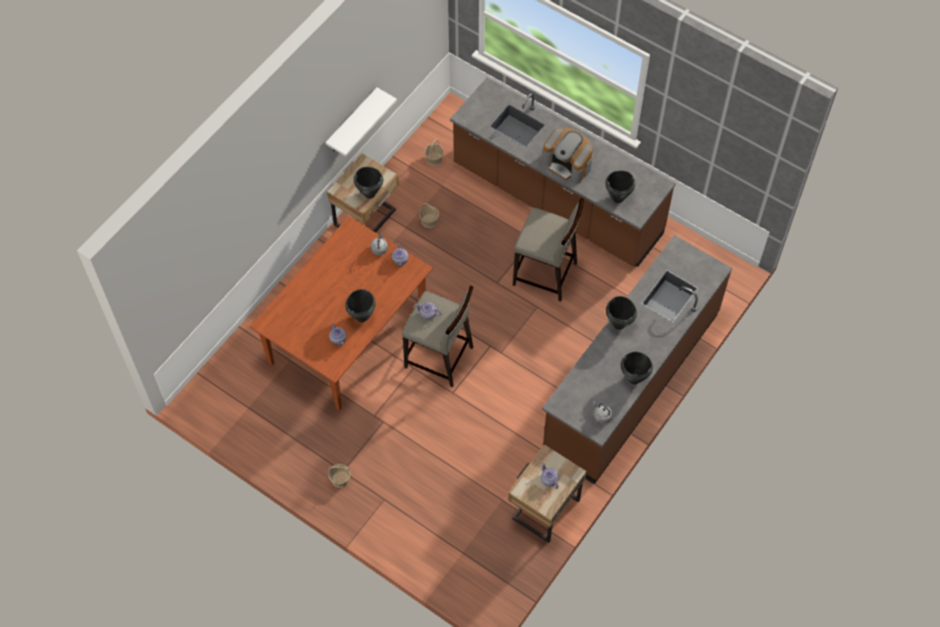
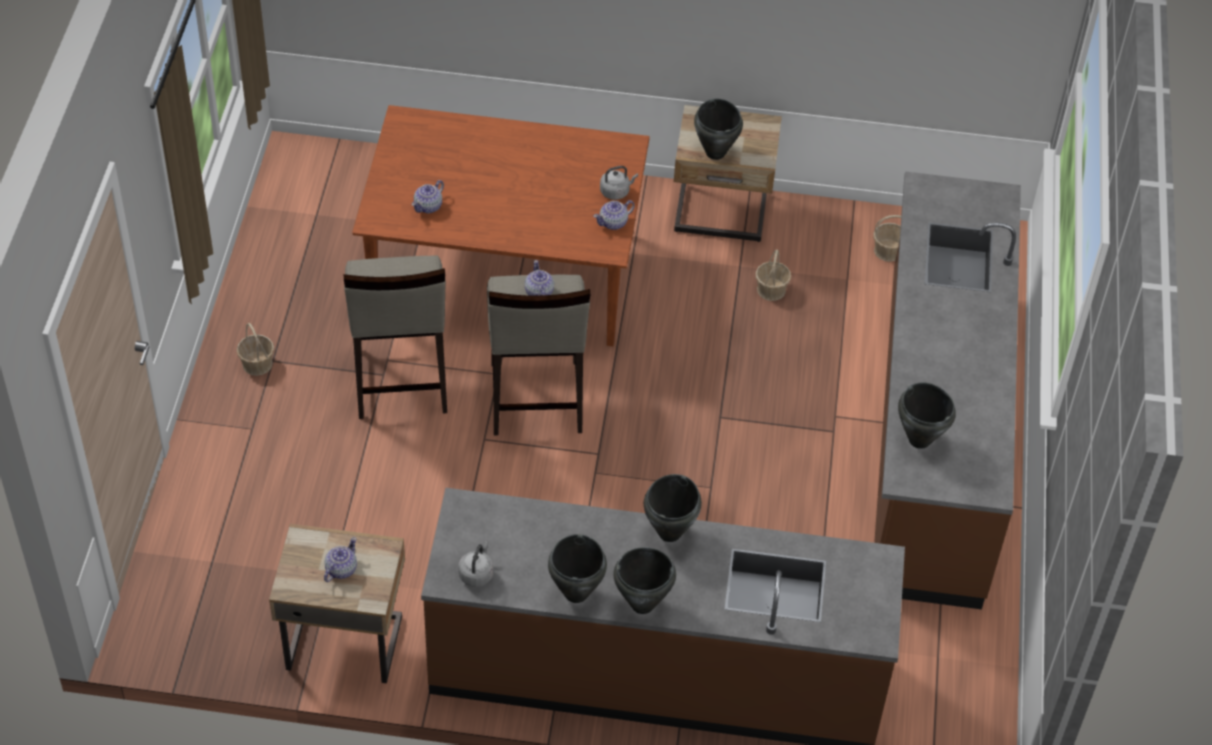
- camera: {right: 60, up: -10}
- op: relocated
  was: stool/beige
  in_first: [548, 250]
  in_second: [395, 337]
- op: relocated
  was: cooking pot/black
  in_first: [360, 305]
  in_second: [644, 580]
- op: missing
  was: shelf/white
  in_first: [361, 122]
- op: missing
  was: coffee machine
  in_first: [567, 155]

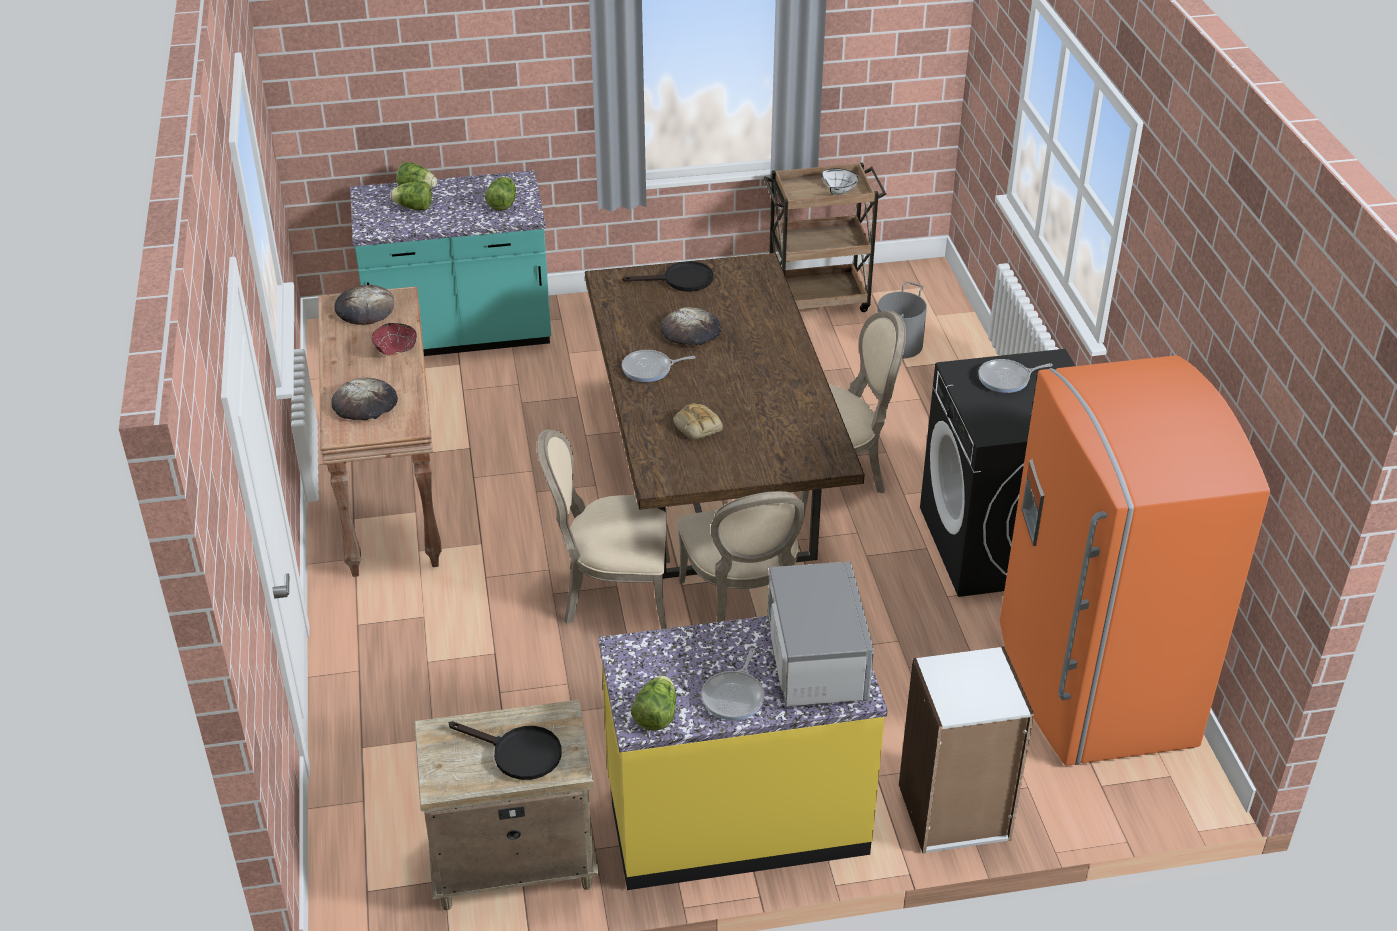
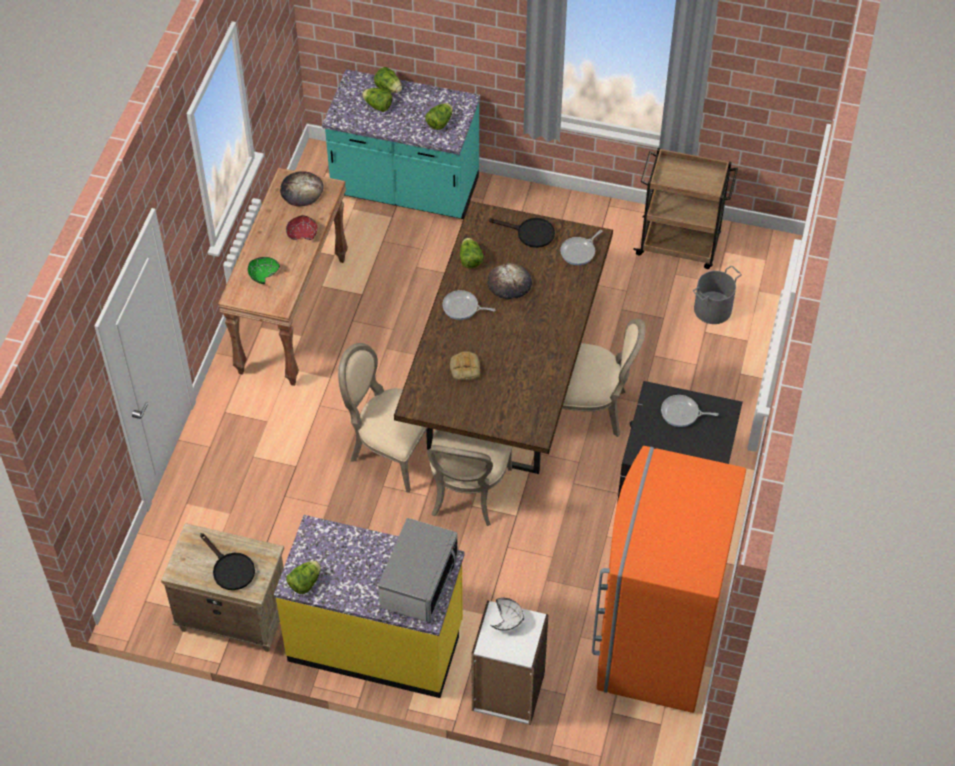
- camera: {right: 25, up: 15}
- op: exchanged
  was: bread
  now: bowl/green
  in_first: [364, 399]
  in_second: [264, 270]
- op: appeared
  now: lettuce
  in_second: [472, 253]
- op: relocated
  was: bowl/white
  in_first: [840, 181]
  in_second: [507, 614]
- op: relocated
  was: frying pan
  in_first: [732, 685]
  in_second: [581, 247]

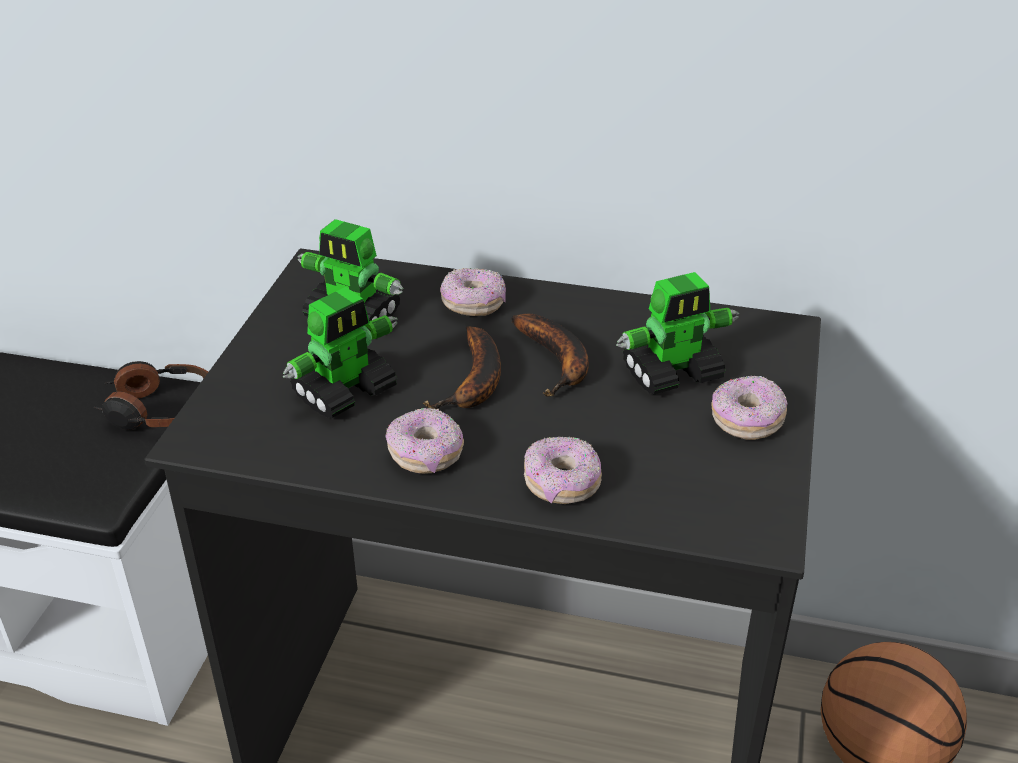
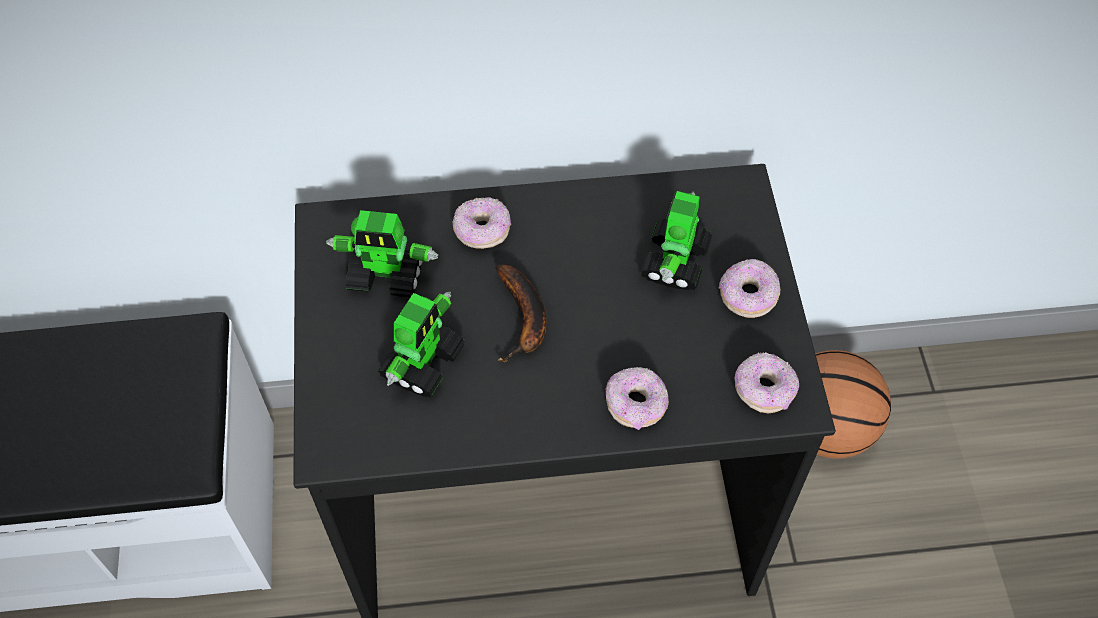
- camera: {right: -20, up: 20}
- op: spun
  was: toy robot
  in_first: [677, 333]
  in_second: [676, 240]
  clockwise: 150
- op: relocated
  was: donut
  in_first: [424, 441]
  in_second: [766, 382]
- op: missing
  was: headphones
  in_first: [151, 395]
- op: missing
  was: banana
  in_first: [550, 355]

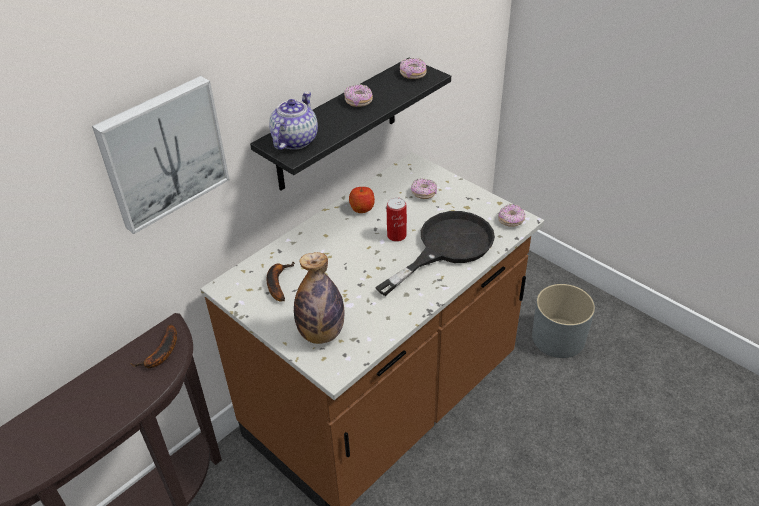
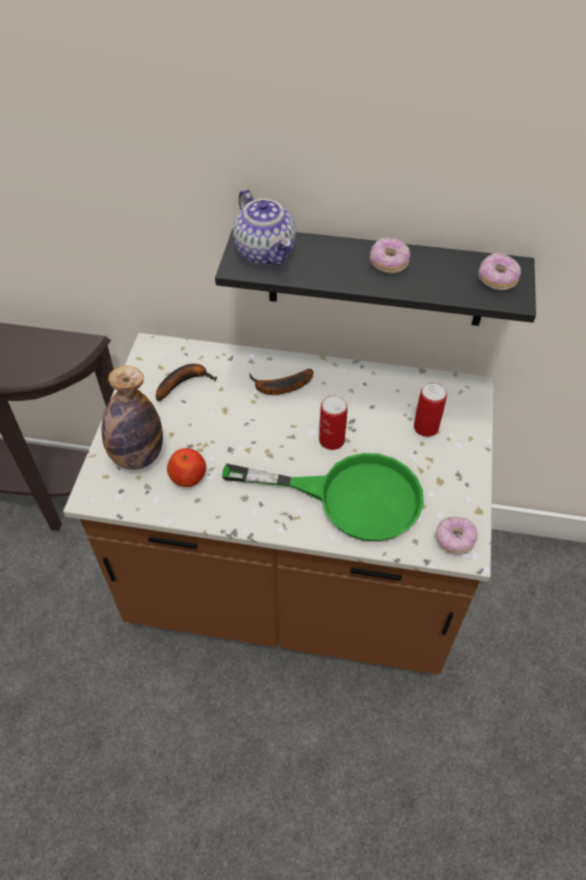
- camera: {right: 55, up: 10}
- op: relocated
  was: apple
  in_first: [362, 200]
  in_second: [186, 467]
- op: colour
  was: frying pan/black
  now: frying pan/green
  in_first: [435, 253]
  in_second: [323, 497]
- op: spun
  was: teapot
  in_first: [293, 120]
  in_second: [264, 227]
  clockwise: 75
- op: relocated
  was: banana
  in_first: [153, 346]
  in_second: [281, 382]
- op: exchanged
  was: donut
  now: can
  in_first: [424, 188]
  in_second: [430, 409]
- op: missing
  was: picture
  in_first: [161, 155]
- op: missing
  was: planter/grey
  in_first: [563, 321]

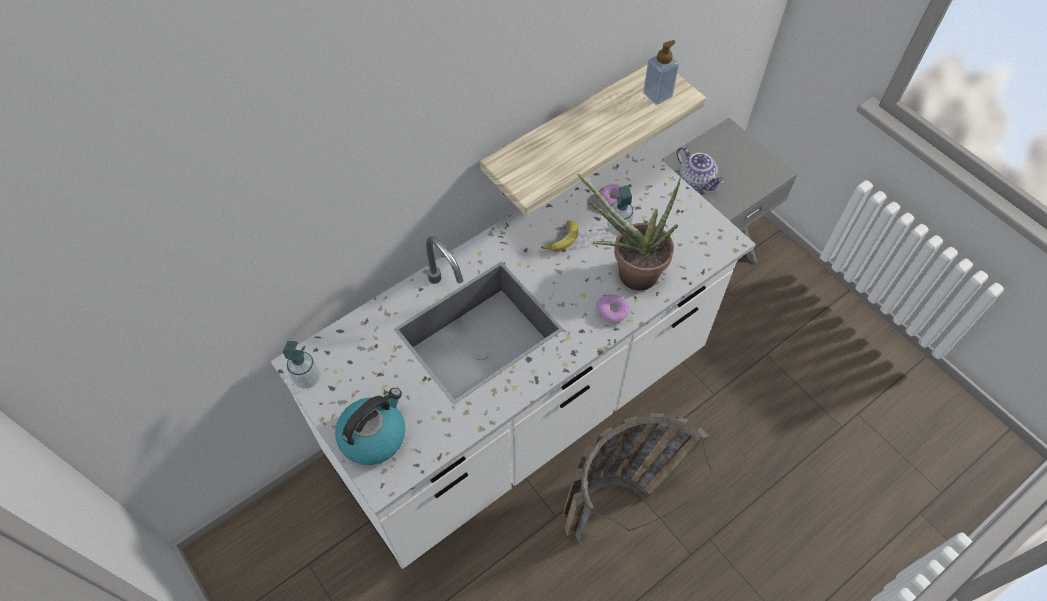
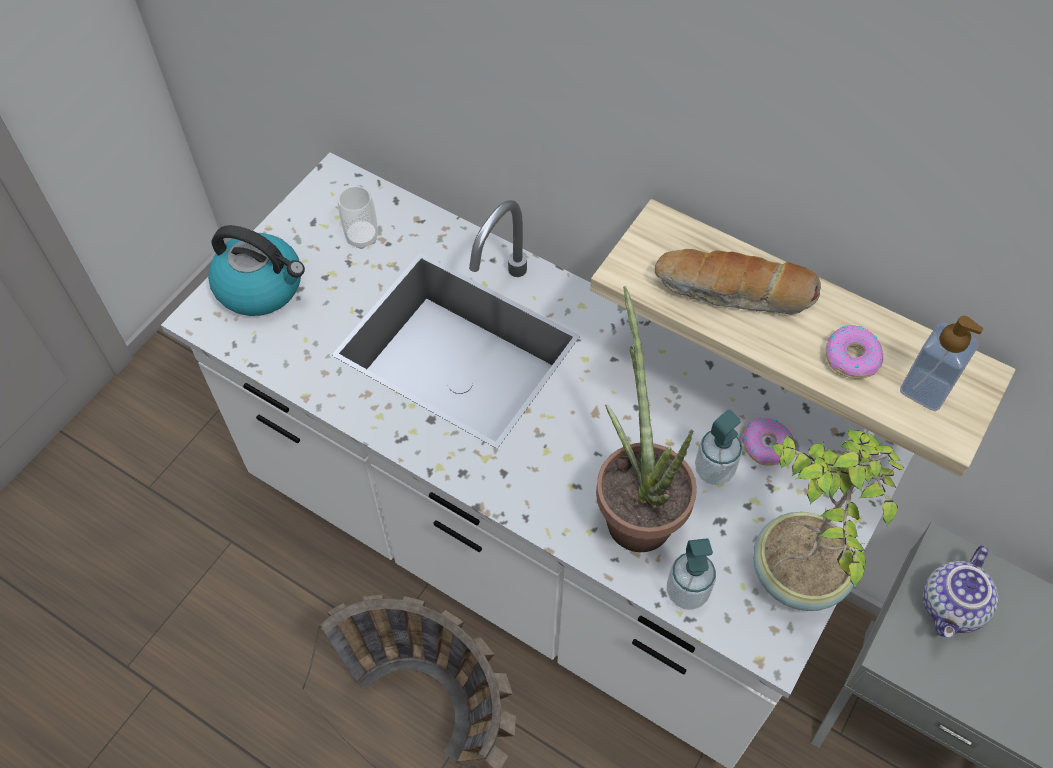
- camera: {right: 70, up: 0}
- op: appeared
  now: cup
  in_second: [357, 217]
- op: appeared
  now: bread
  in_second: [738, 281]
- op: relocated
  was: soap dispenser
  in_first: [301, 365]
  in_second: [691, 574]
- op: appeared
  now: potted plant
  in_second: [828, 520]
- op: relocated
  was: donut
  in_first: [613, 309]
  in_second: [854, 351]
- op: missing
  was: banana
  in_first: [559, 235]

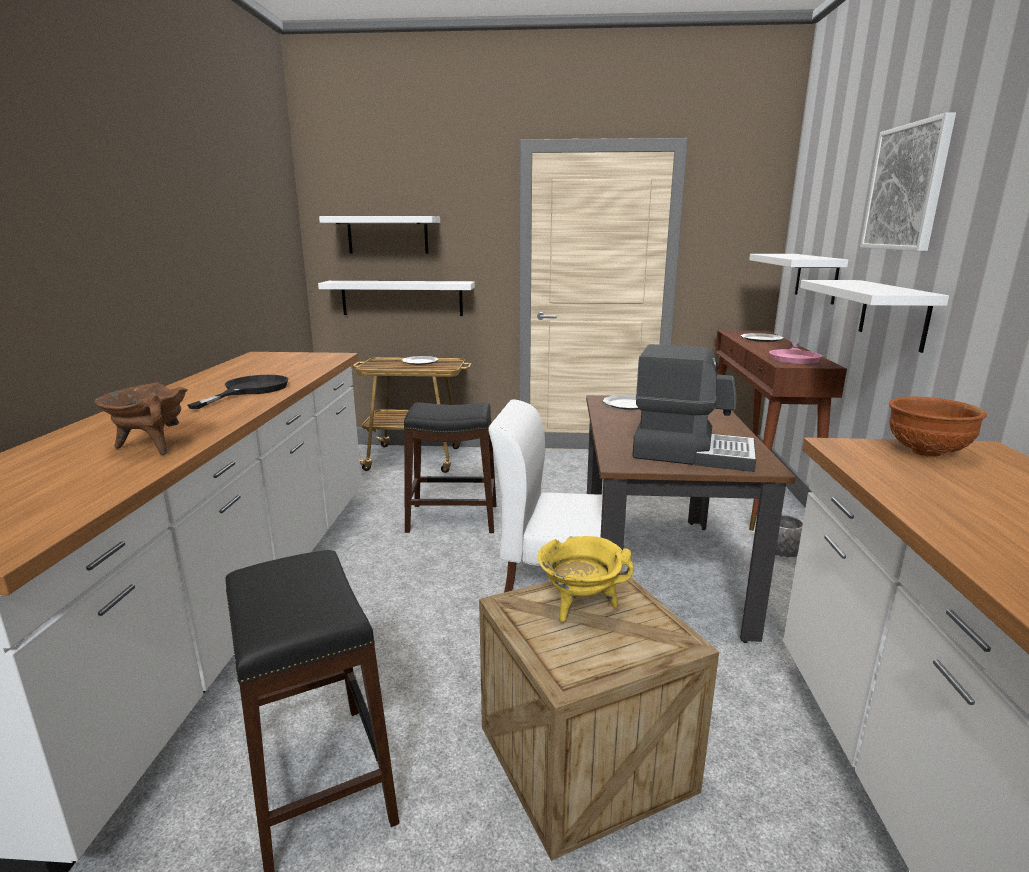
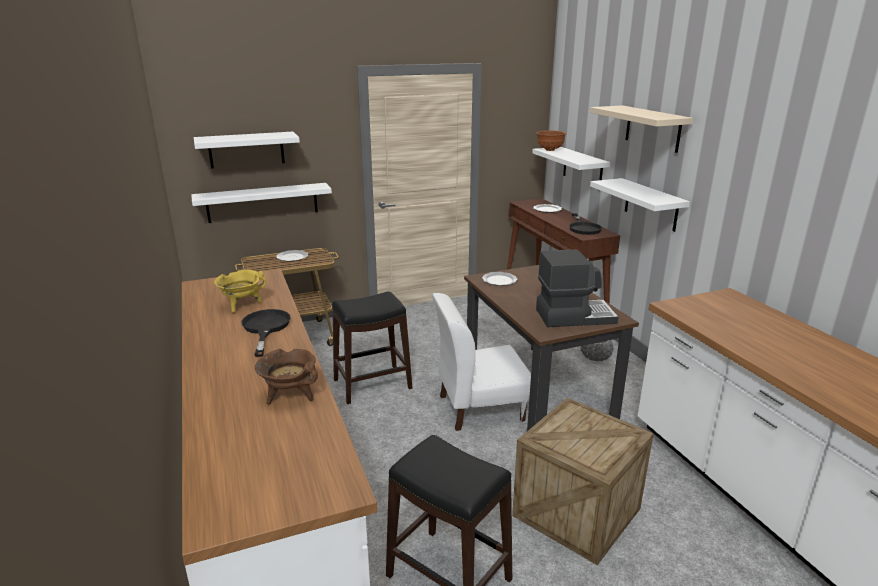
- camera: {right: -25, up: 5}
- op: relocated
  was: cooking pot/yellow
  in_first: [586, 579]
  in_second: [240, 291]
- op: relocated
  was: bowl/brown
  in_first: [938, 426]
  in_second: [551, 140]
- op: colour
  was: frying pan/pink
  now: frying pan/black
  in_first: [795, 353]
  in_second: [585, 224]
- op: exchanged
  was: picture
  now: shelf/beige
  in_first: [908, 182]
  in_second: [641, 129]

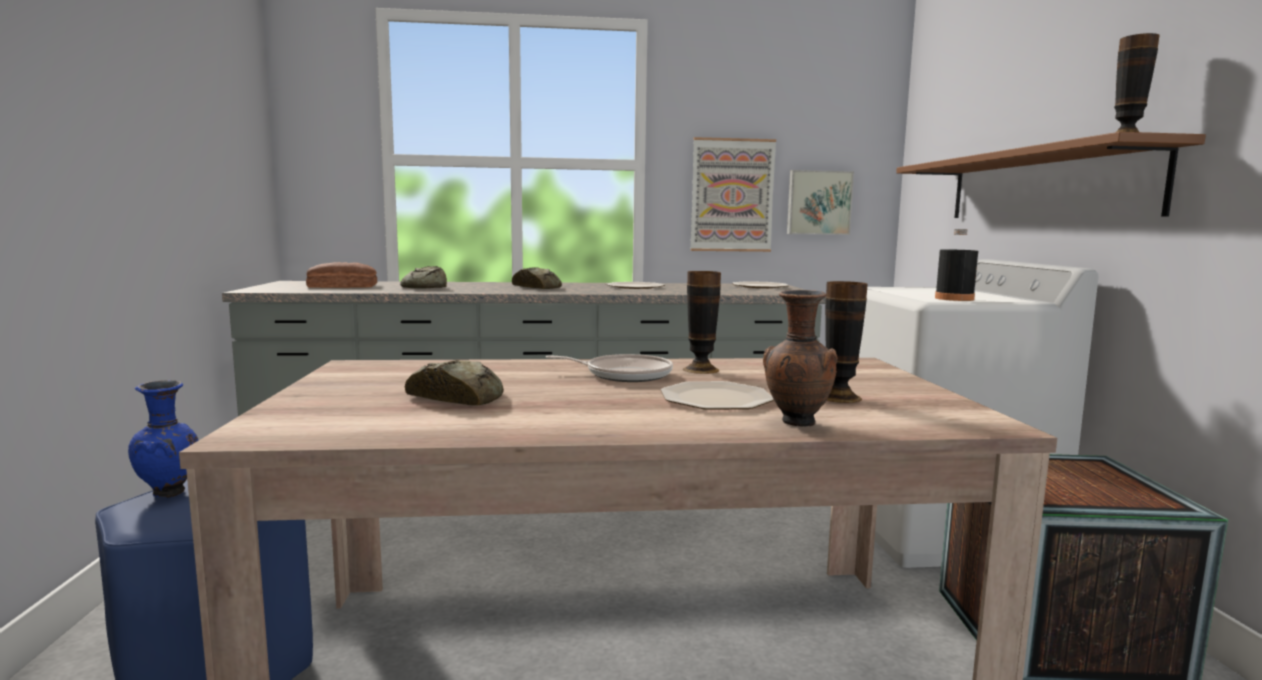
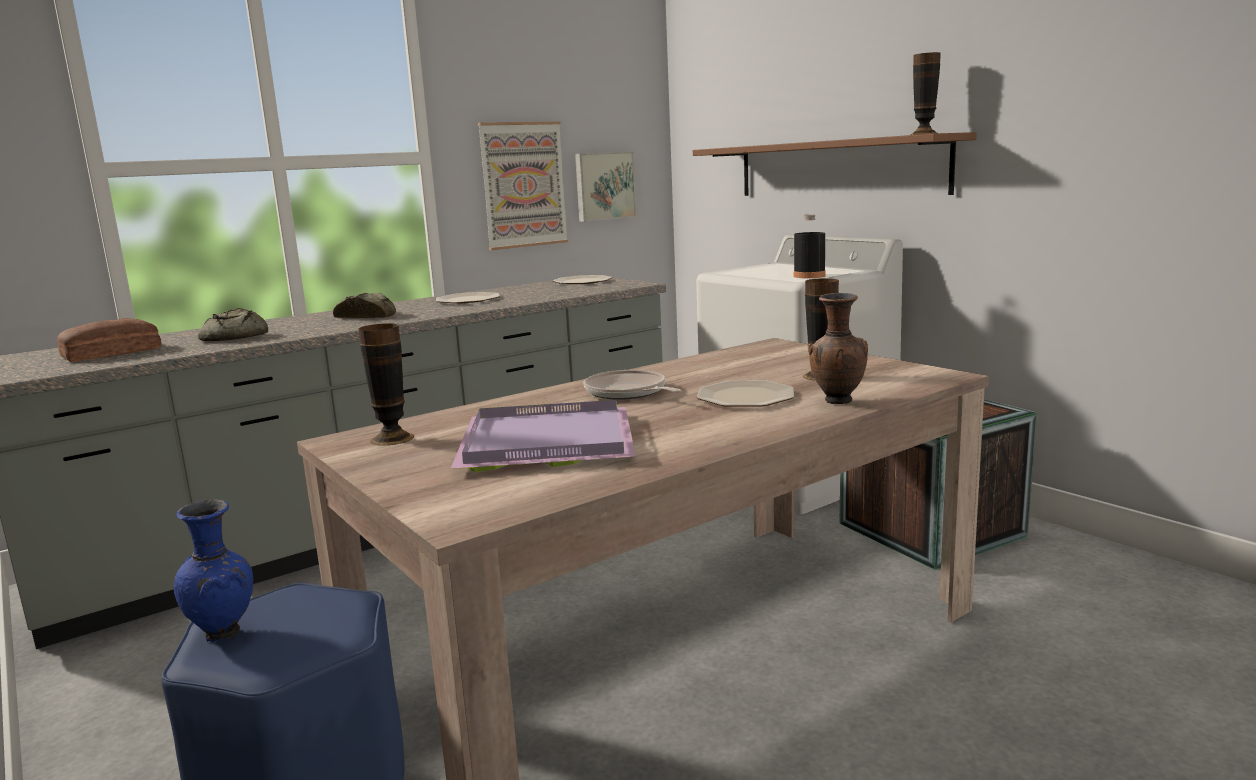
- camera: {right: -30, up: 5}
- op: relocated
  was: vase
  in_first: [702, 322]
  in_second: [386, 384]
- op: exchanged
  was: bread
  now: tray/purple
  in_first: [454, 383]
  in_second: [543, 436]
- op: spun
  was: frying pan
  in_first: [609, 368]
  in_second: [632, 385]
  clockwise: -105

